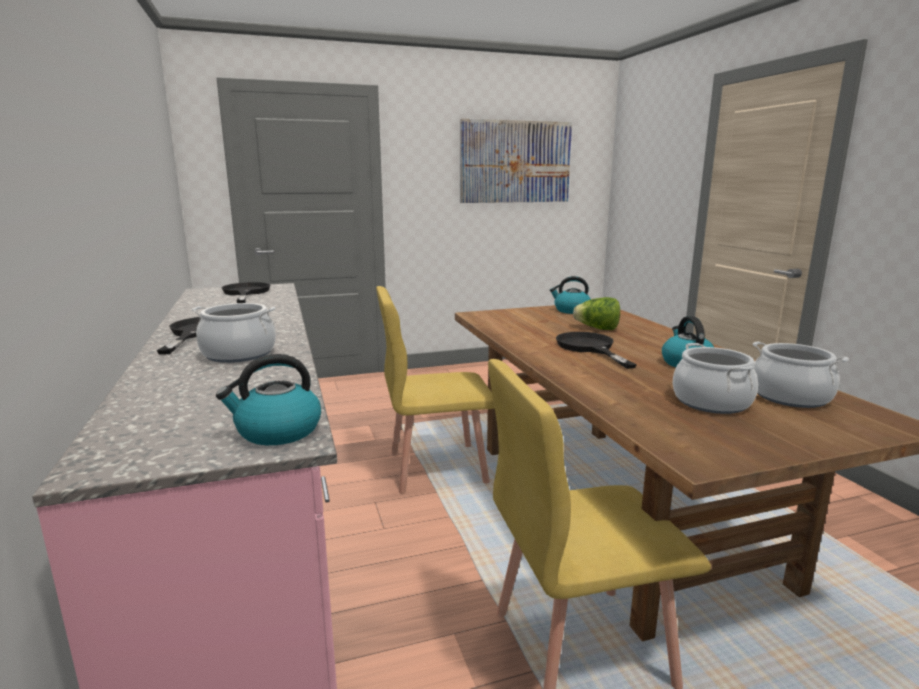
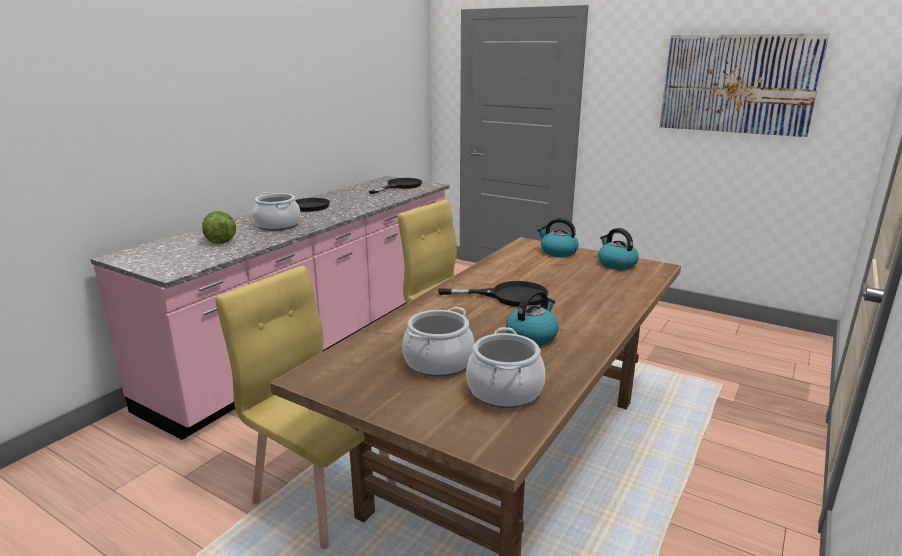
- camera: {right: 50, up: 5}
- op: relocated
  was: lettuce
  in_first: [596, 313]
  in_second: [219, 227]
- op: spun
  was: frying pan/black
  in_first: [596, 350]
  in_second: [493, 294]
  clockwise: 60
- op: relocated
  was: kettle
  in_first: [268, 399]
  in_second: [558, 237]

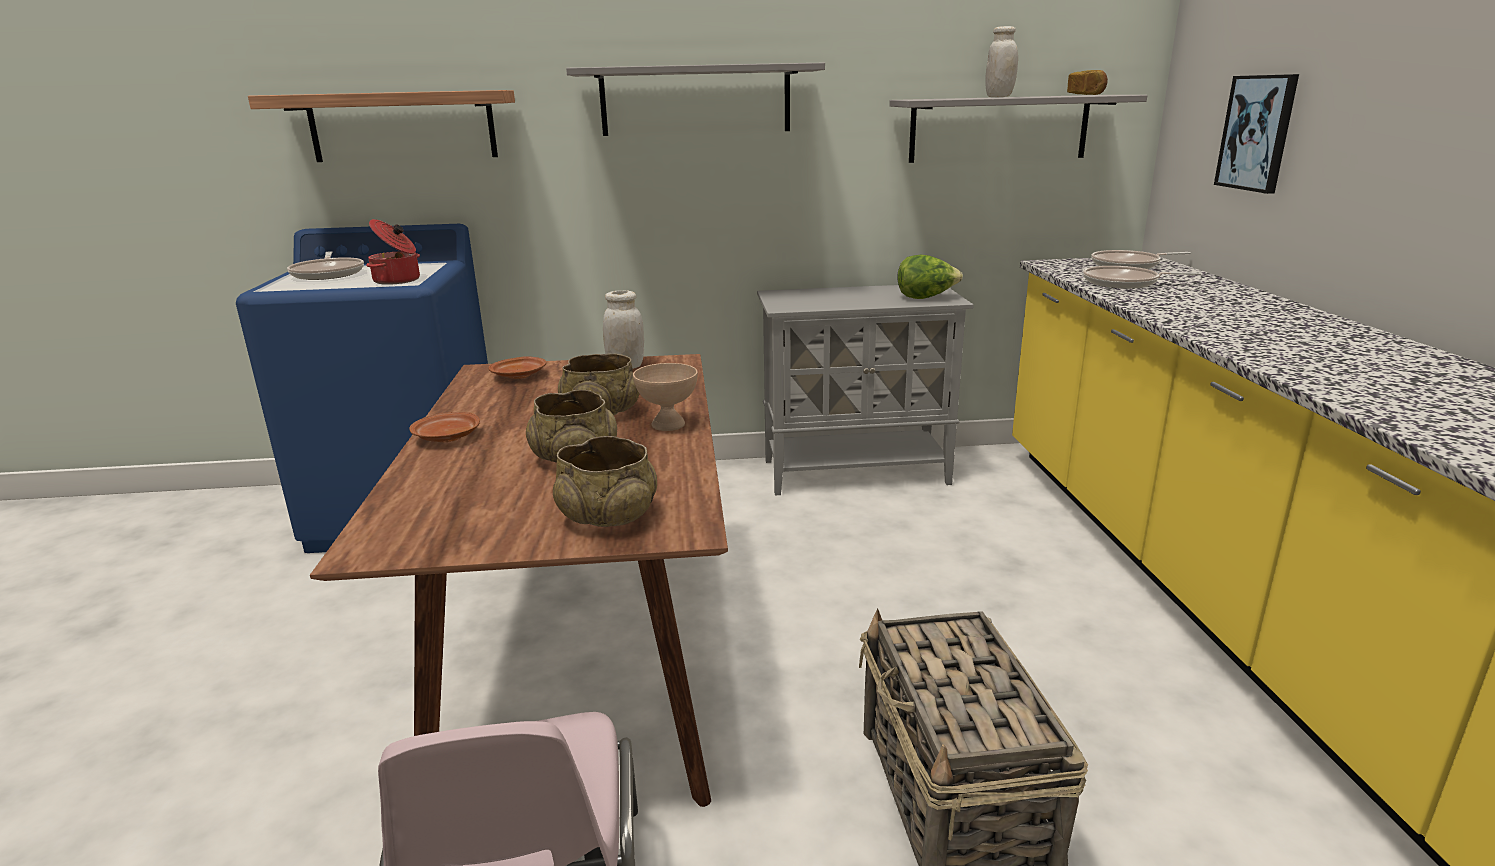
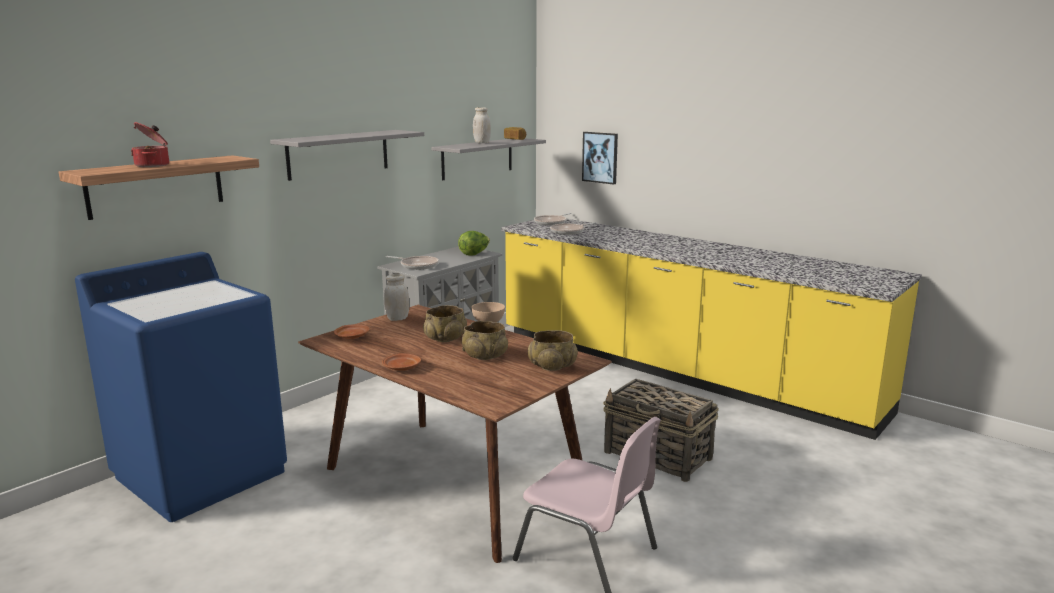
- camera: {right: -45, up: -5}
- op: relocated
  was: cooking pot
  in_first: [393, 252]
  in_second: [150, 144]
- op: relocated
  was: frying pan
  in_first: [325, 265]
  in_second: [412, 263]

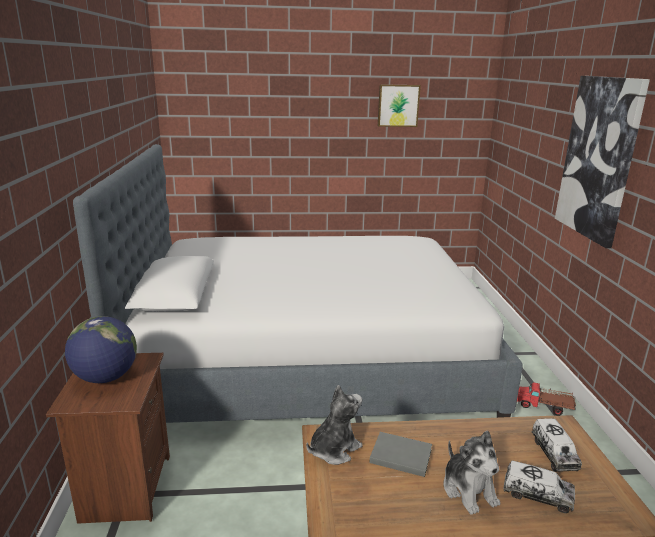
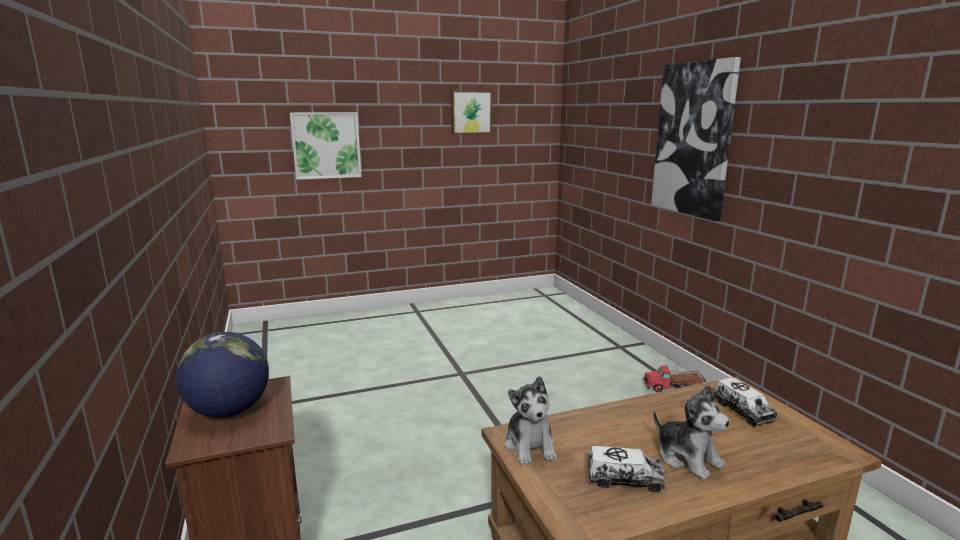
- camera: {right: -15, up: -5}
- op: appeared
  now: picture
  in_second: [326, 146]
- op: spun
  was: plush toy
  in_first: [334, 425]
  in_second: [530, 420]
  clockwise: 135
- op: relocated
  was: toy truck
  in_first: [539, 487]
  in_second: [626, 469]
- op: missing
  was: bed
  in_first: [298, 283]
- op: missing
  was: book/grey
  in_first: [400, 454]

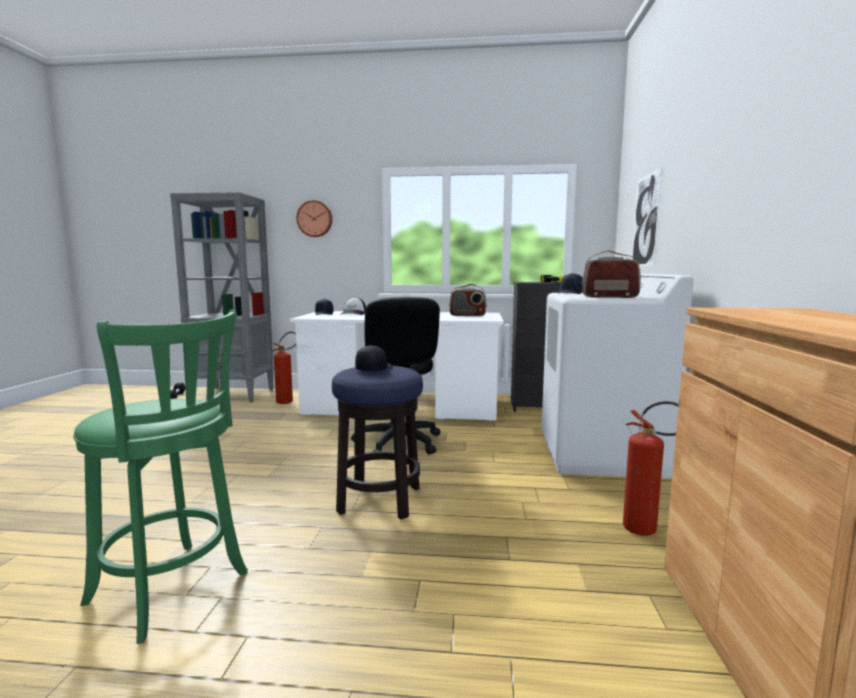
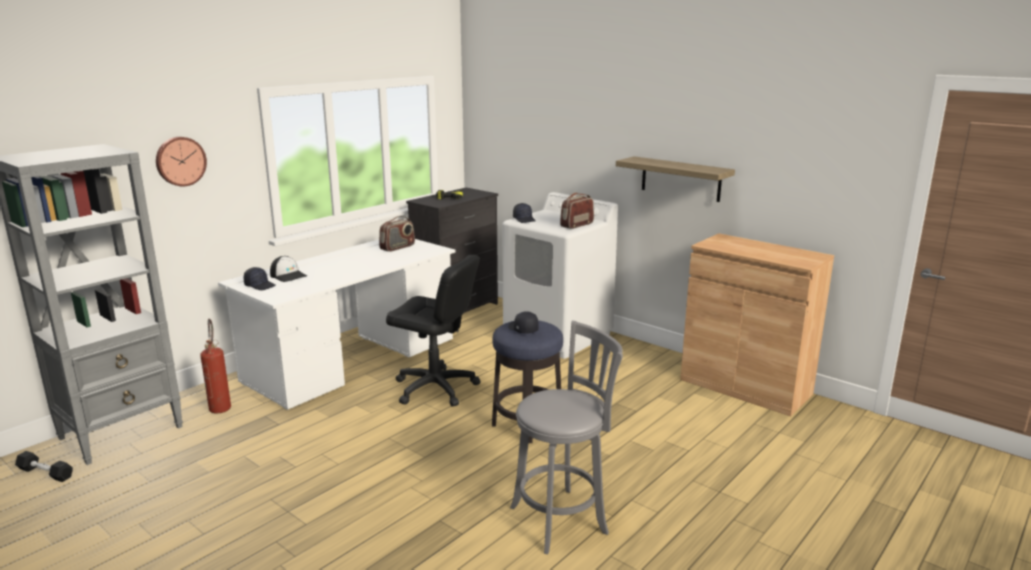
- camera: {right: -55, up: 10}
- op: colour
  was: stool/green
  now: stool/grey
  in_first: [160, 477]
  in_second: [566, 437]
- op: appeared
  now: shelf
  in_second: [675, 179]
- op: missing
  was: fire extinguisher
  in_first: [651, 468]
- op: missing
  was: picture
  in_first: [647, 217]

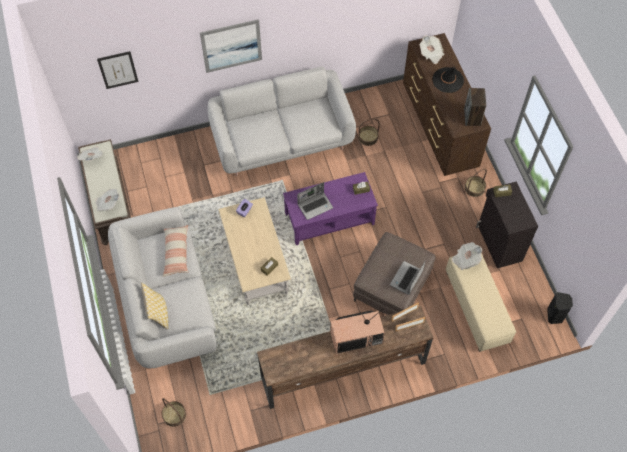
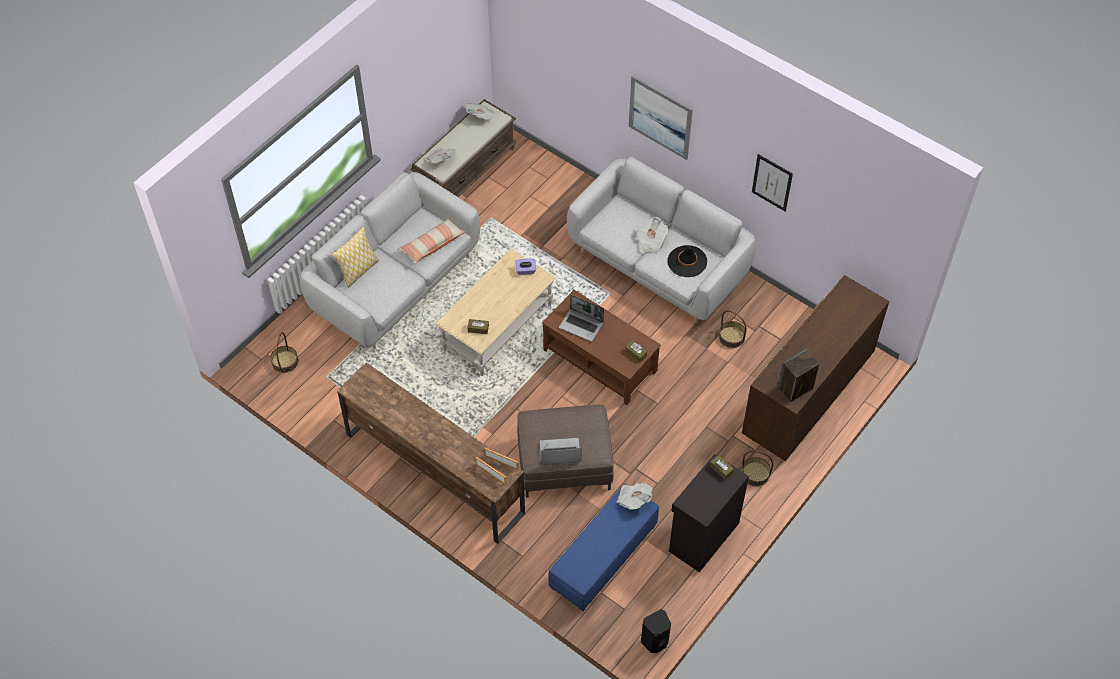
- camera: {right: 55, up: -5}
- op: colour
  was: coffee table/purple
  now: coffee table/brown
  in_first: [330, 208]
  in_second: [601, 347]
- op: colour
  was: ottoman/beige
  now: ottoman/blue
  in_first: [481, 302]
  in_second: [603, 547]
- op: relocated
  was: newspaper
  in_first: [432, 49]
  in_second: [653, 235]
- op: relocated
  was: hat/black
  in_first: [448, 80]
  in_second: [687, 261]
- op: relocated
  was: picture
  in_first: [118, 70]
  in_second: [772, 182]
- op: missing
  was: television
  in_first: [357, 331]

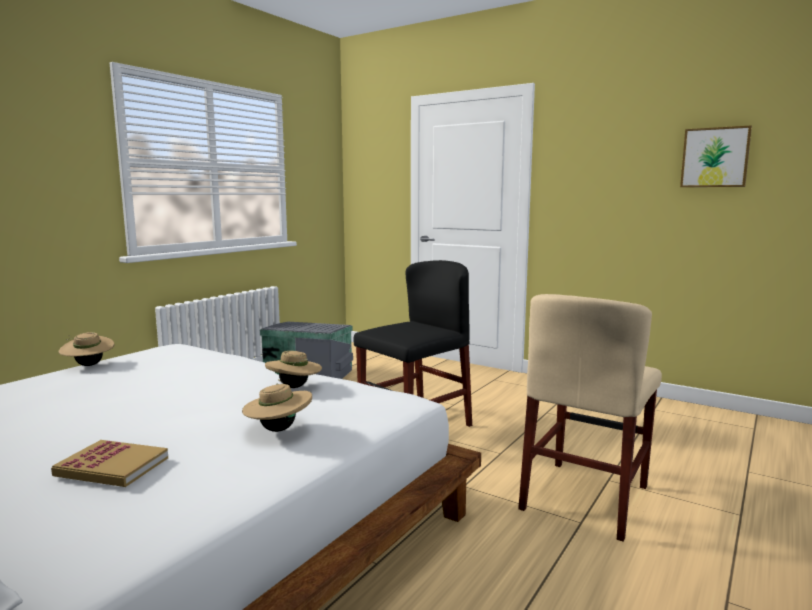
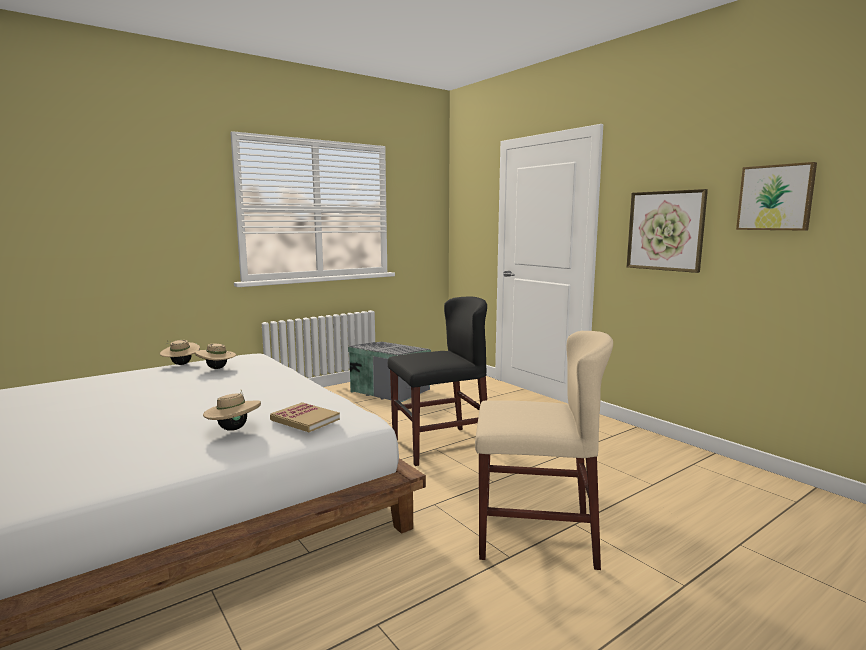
- camera: {right: 20, up: 0}
- op: relocated
  was: hat/beige
  in_first: [293, 369]
  in_second: [215, 356]
- op: relocated
  was: book
  in_first: [109, 463]
  in_second: [305, 417]
- op: spun
  was: chair/beige
  in_first: [590, 418]
  in_second: [544, 450]
  clockwise: -135
- op: appeared
  now: picture
  in_second: [667, 231]

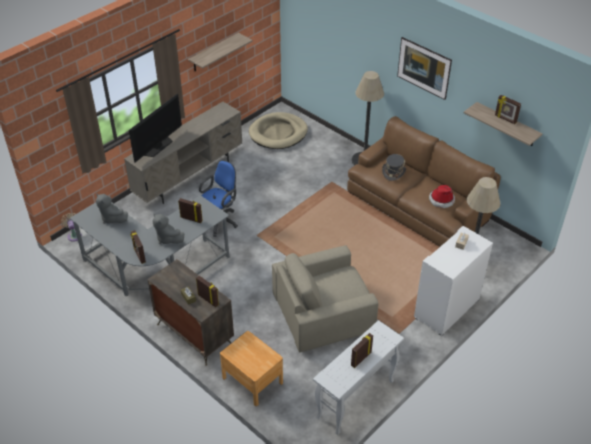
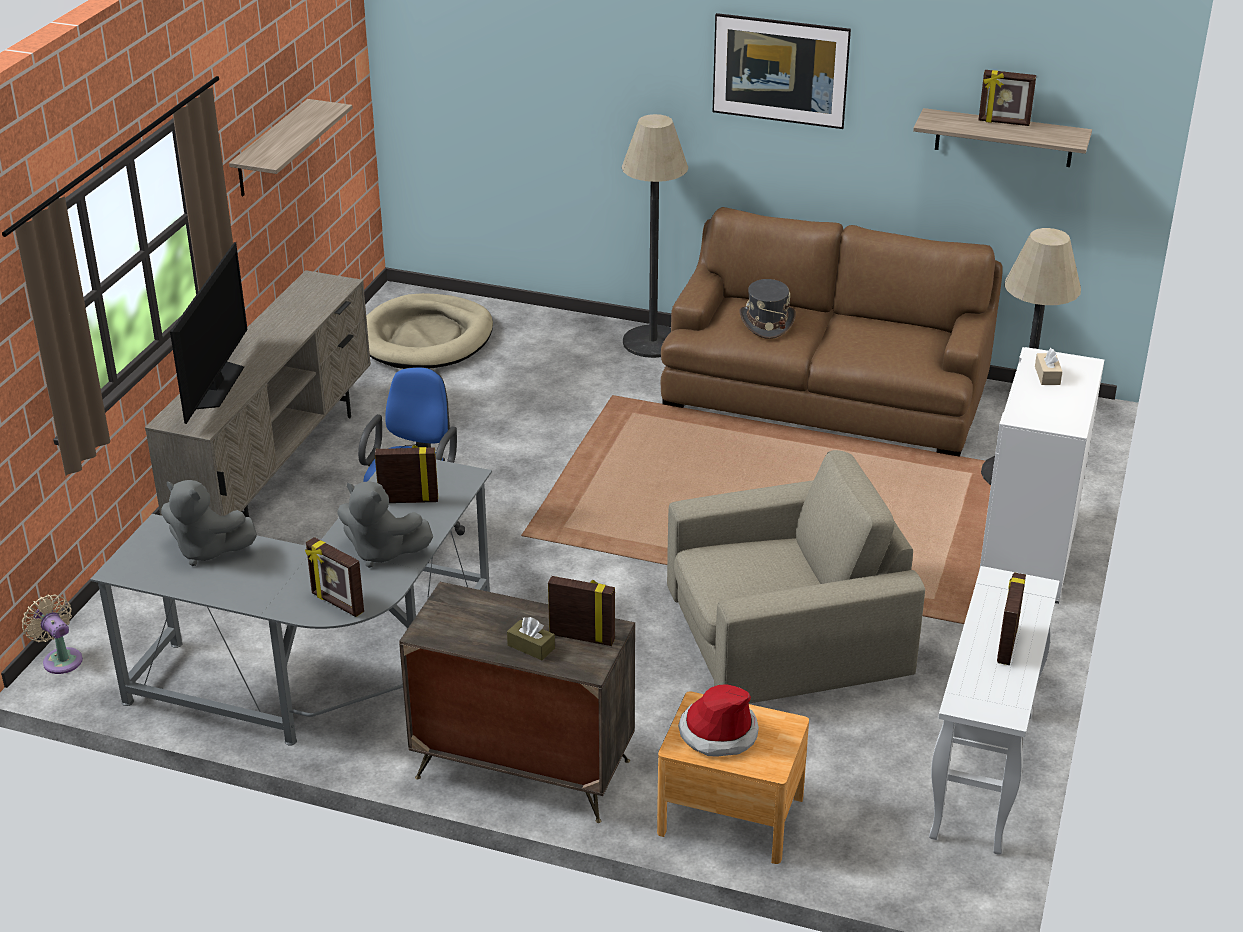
- camera: {right: -25, up: -10}
- op: spun
  was: armchair/beige
  in_first: [325, 298]
  in_second: [796, 577]
  clockwise: -150
- op: relocated
  was: hat
  in_first: [442, 196]
  in_second: [718, 720]

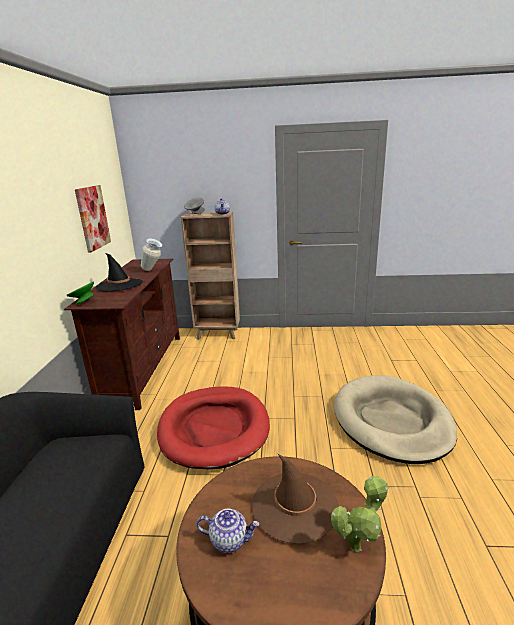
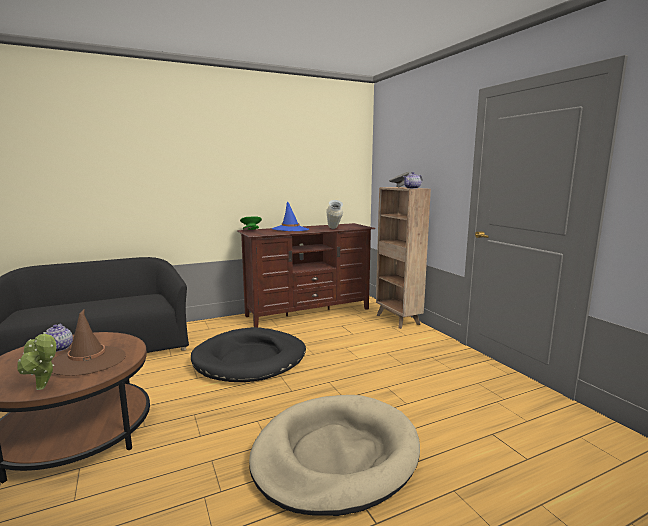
- camera: {right: 60, up: -10}
- op: colour
  was: dog bed/red
  now: dog bed/black
  in_first: [213, 427]
  in_second: [248, 354]
- op: colour
  was: hat/black
  now: hat/blue
  in_first: [119, 272]
  in_second: [290, 216]
- op: missing
  was: picture
  in_first: [93, 219]

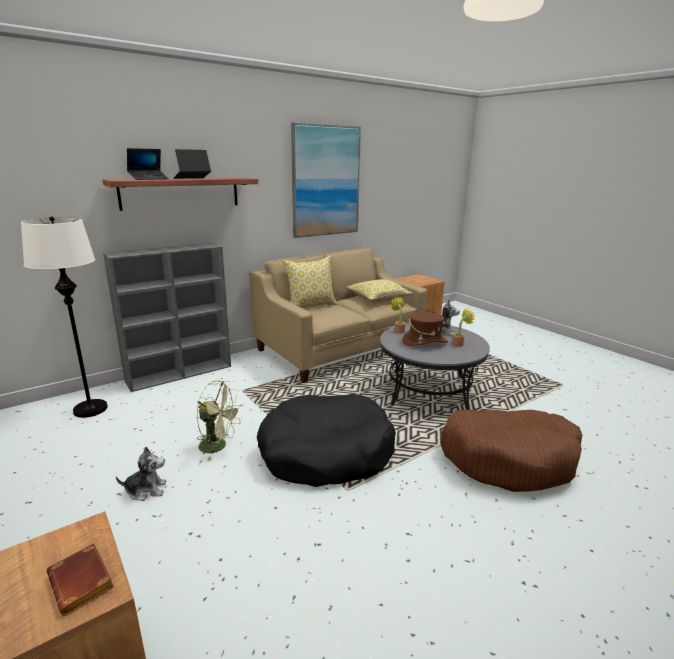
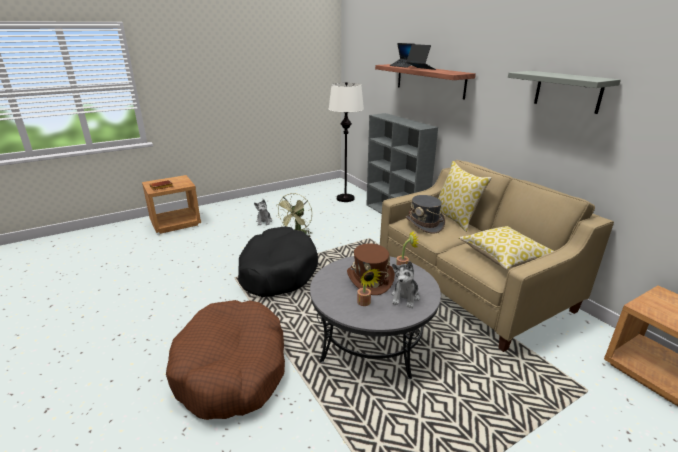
- camera: {right: 95, up: 5}
- op: appeared
  now: hat/grey
  in_second: [425, 214]
- op: exchanged
  was: picture
  now: shelf/grey
  in_first: [326, 180]
  in_second: [564, 92]

